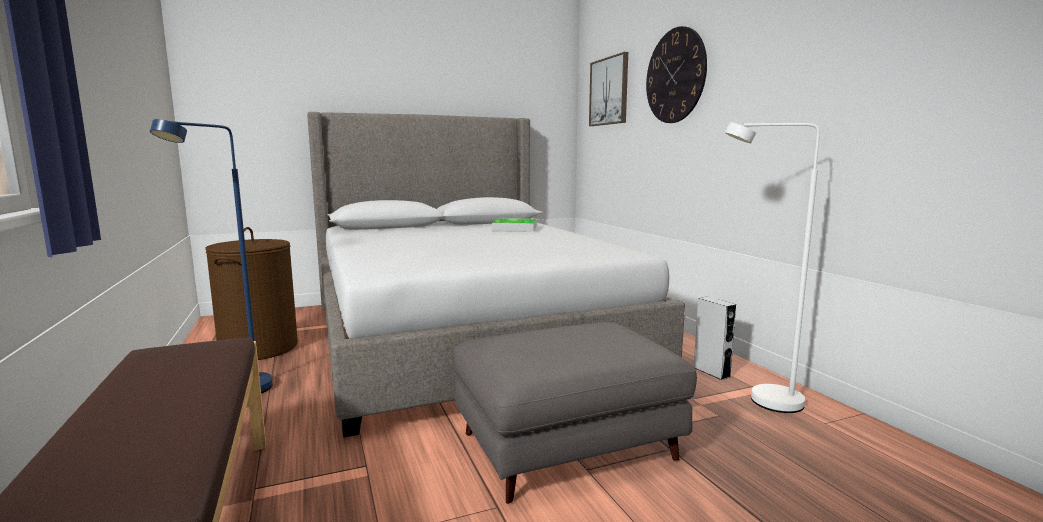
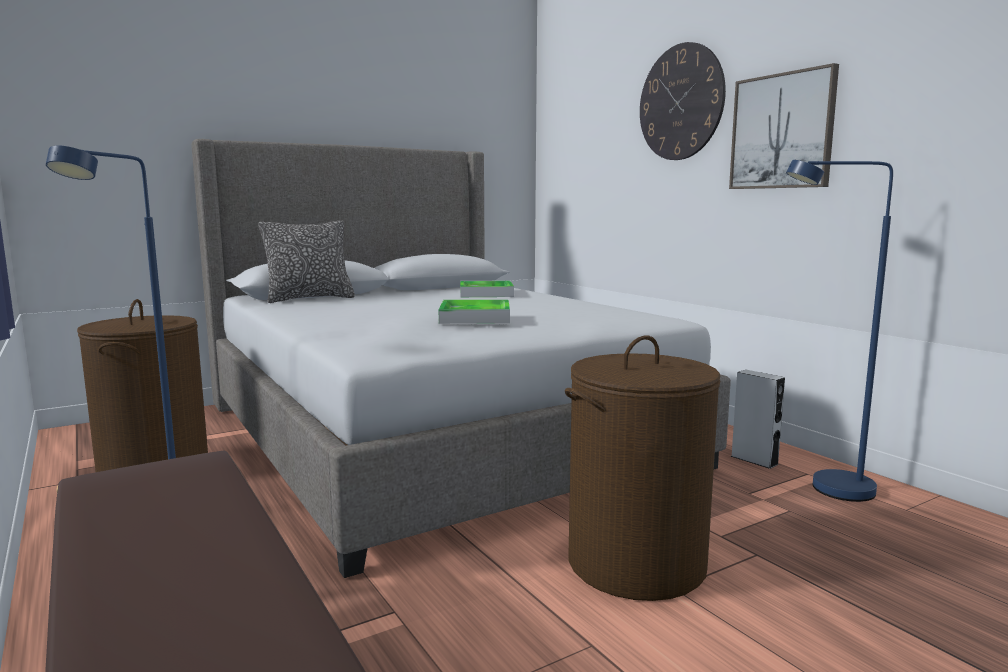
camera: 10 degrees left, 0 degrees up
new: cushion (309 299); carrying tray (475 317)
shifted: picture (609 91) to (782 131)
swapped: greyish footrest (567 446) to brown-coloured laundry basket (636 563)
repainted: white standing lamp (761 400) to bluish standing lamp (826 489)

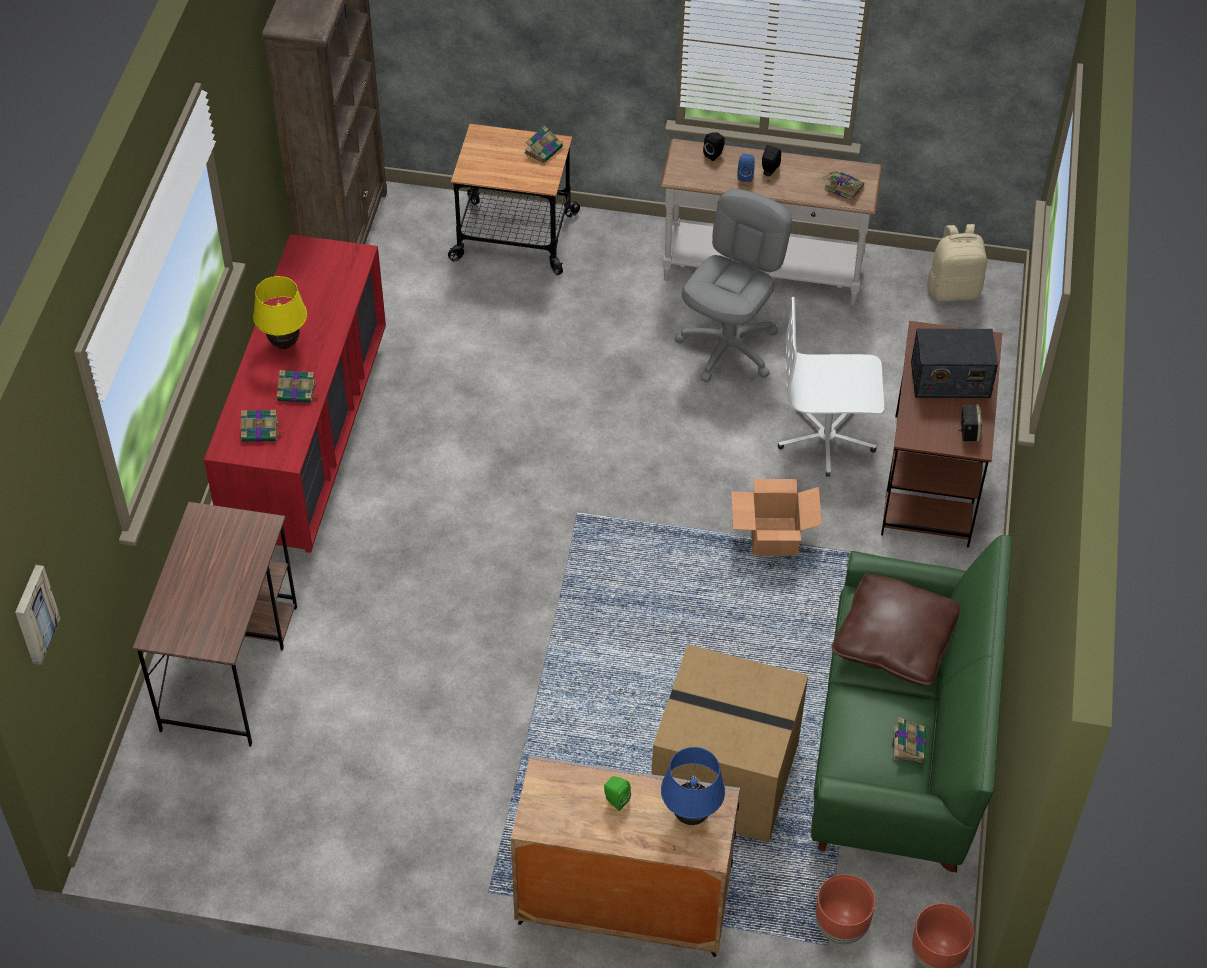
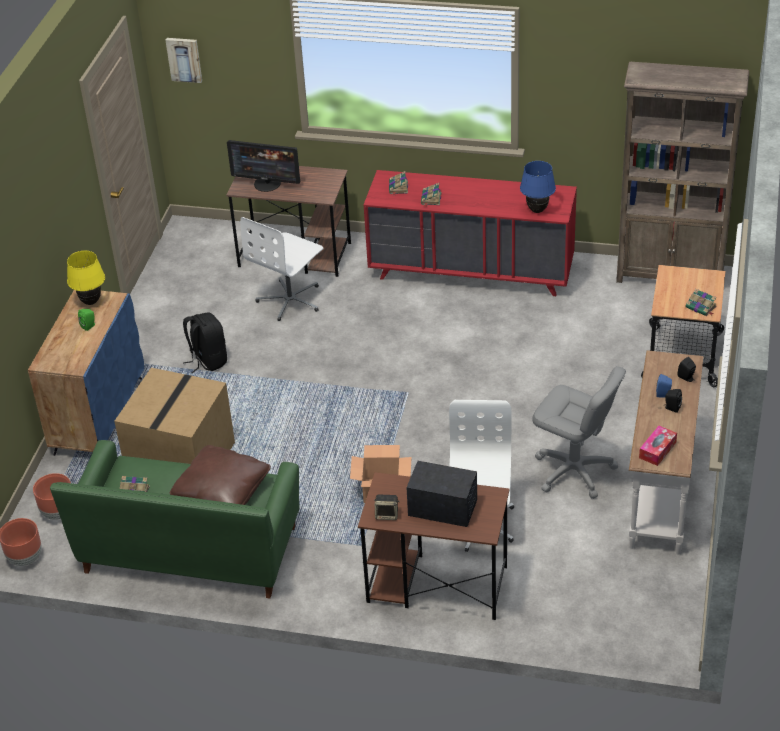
camera: 95 degrees right, 10 degrees down
gone: sand-coloured rucksack (954 290)
new: black-coloured rucksack (207 360); computer screen (267 184); white office chair (290 300)
shifted: yellowish tabletop lamp (285 344) to (91 302); bluish tabletop lamp (691 815) to (537 210)
swapped: volume (843 187) to tissue holder (657 450)
repainted: greyish cupboard (621 904) to bluish cupboard (98 415)
rotated: radio receiver (949 379) = (443 507) 105 degrees clockwise

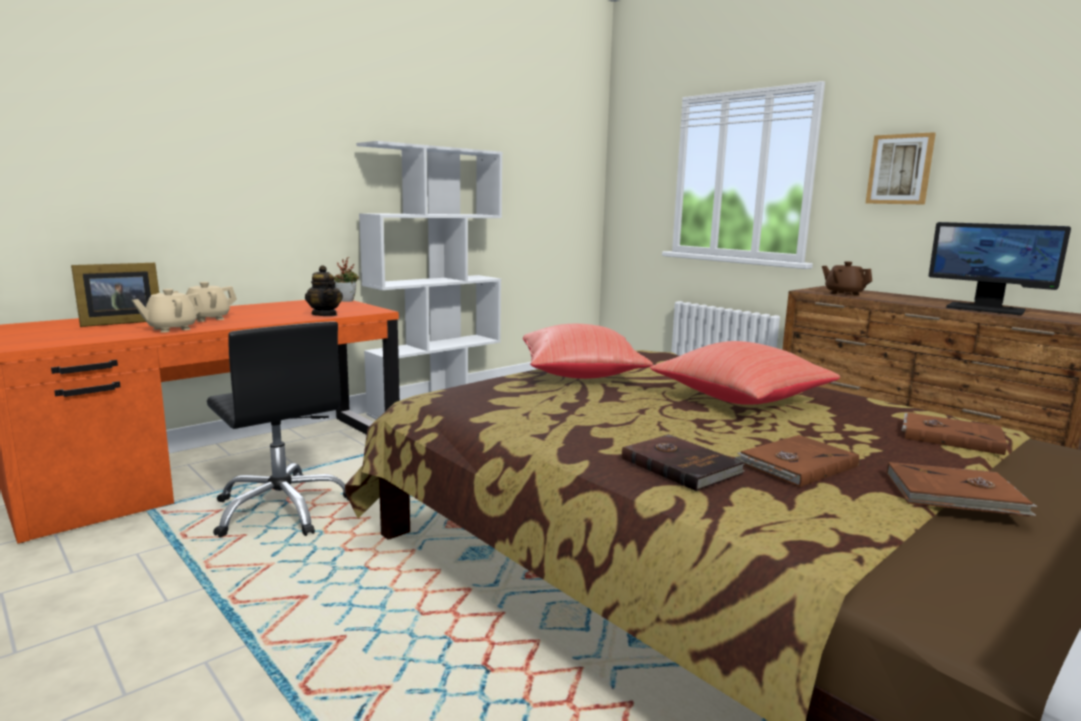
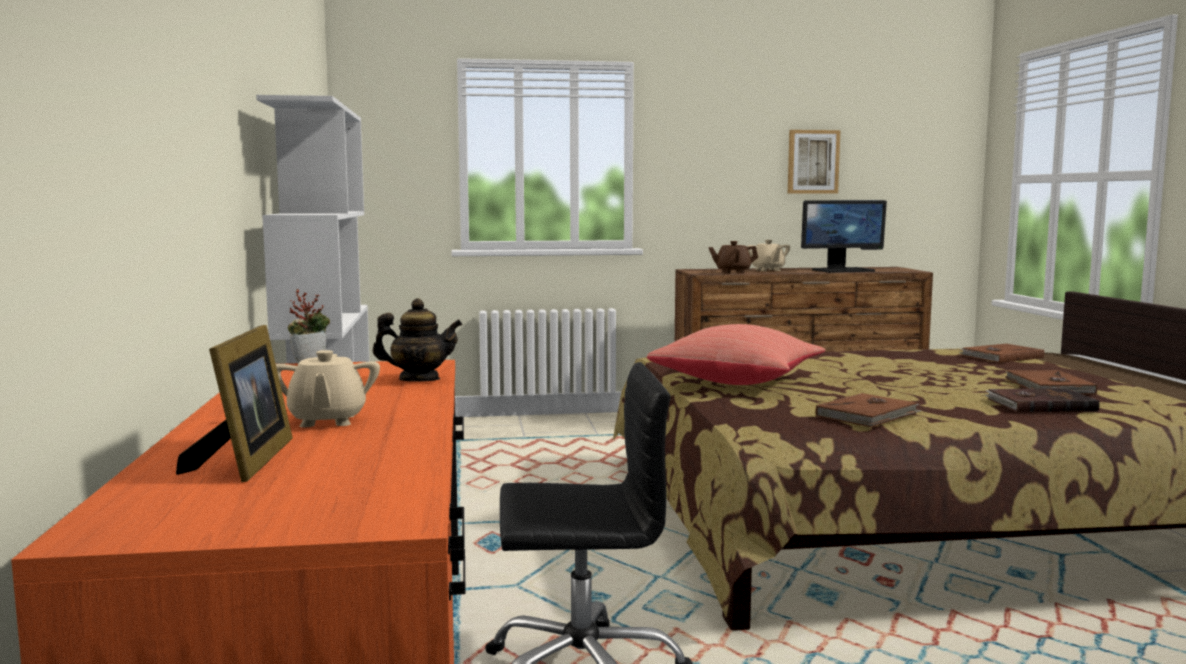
camera: 55 degrees left, 5 degrees down
gone: red cushion (743 400)
shifted: sand-coloured teapot (171 329) to (767 270); picture (900 169) to (813 162); brown-coloured volume (955 495) to (868 415)

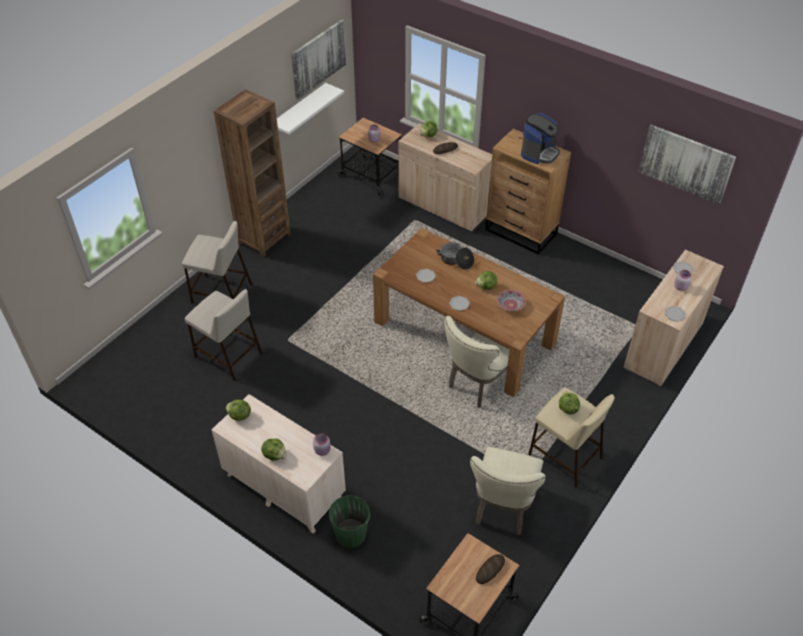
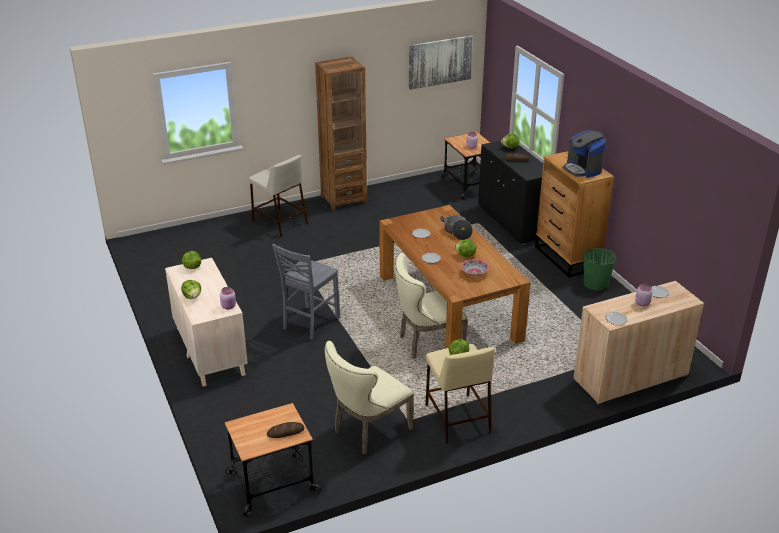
camera: 30 degrees right, 15 degrees down
gone: sand-coloured stool seat (227 355); white bracket shelf (299 110); picture (685 163)
new: greyish chair (309 323)
shifted: green pail (351 534) to (596 283)
repainted: sand-coloured cupboard (443 206) to black-coloured cupboard (512 221)
rotated: coffee maker (539 153) = (582 169) 90 degrees clockwise

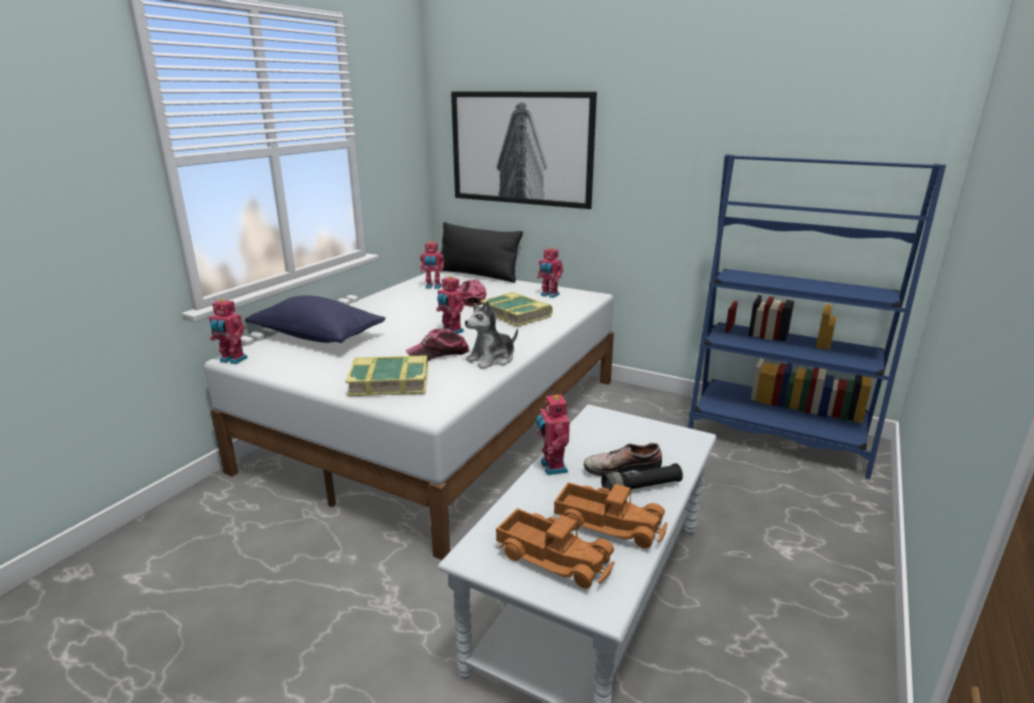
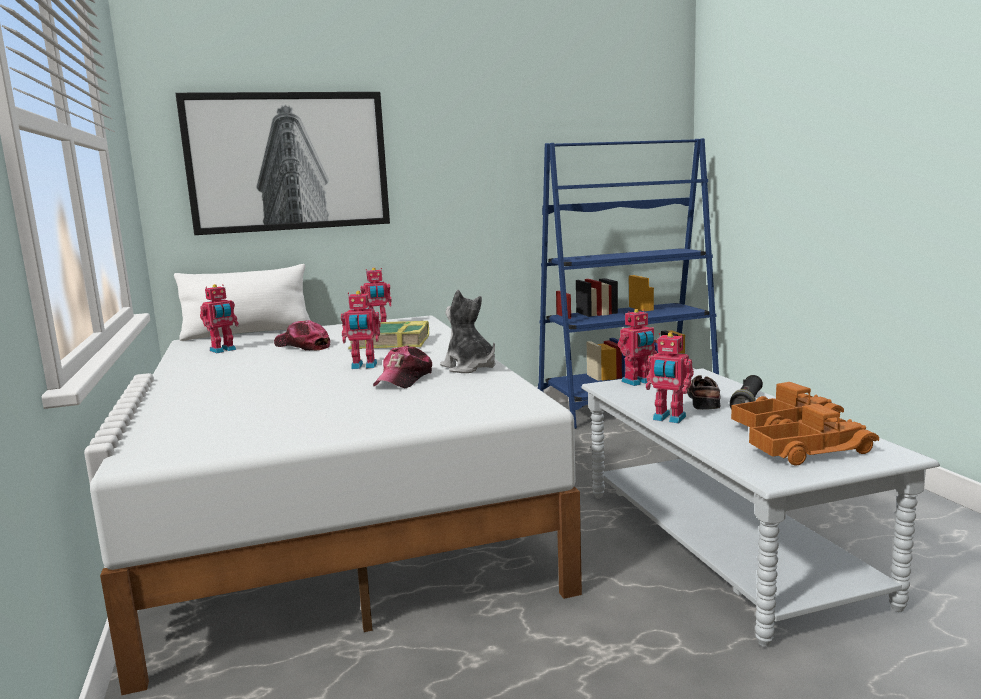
camera: 45 degrees left, 10 degrees down
gone: bluish cushion (317 337); volume (389 382)
shifted: toy robot (232 360) to (637 382)
repainted: black-coloured cushion (477 275) to white cushion (248 333)
rotated: plush toy (492 359) = (469 367) 135 degrees clockwise; shoe (621 467) = (705 401) 150 degrees clockwise

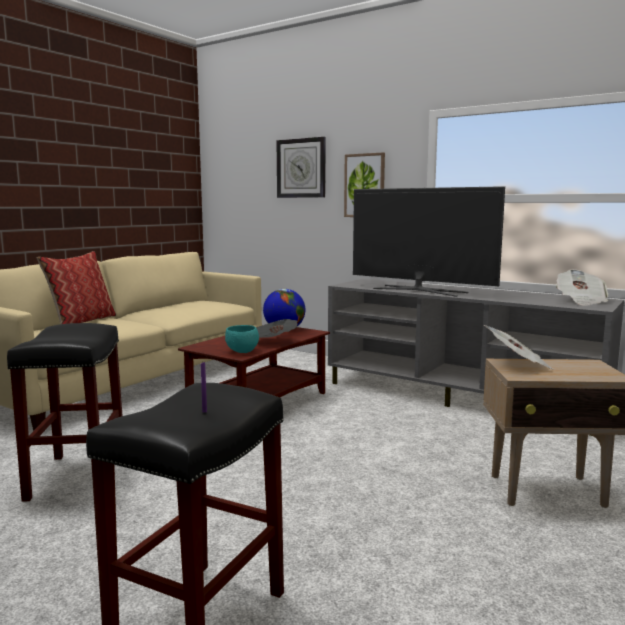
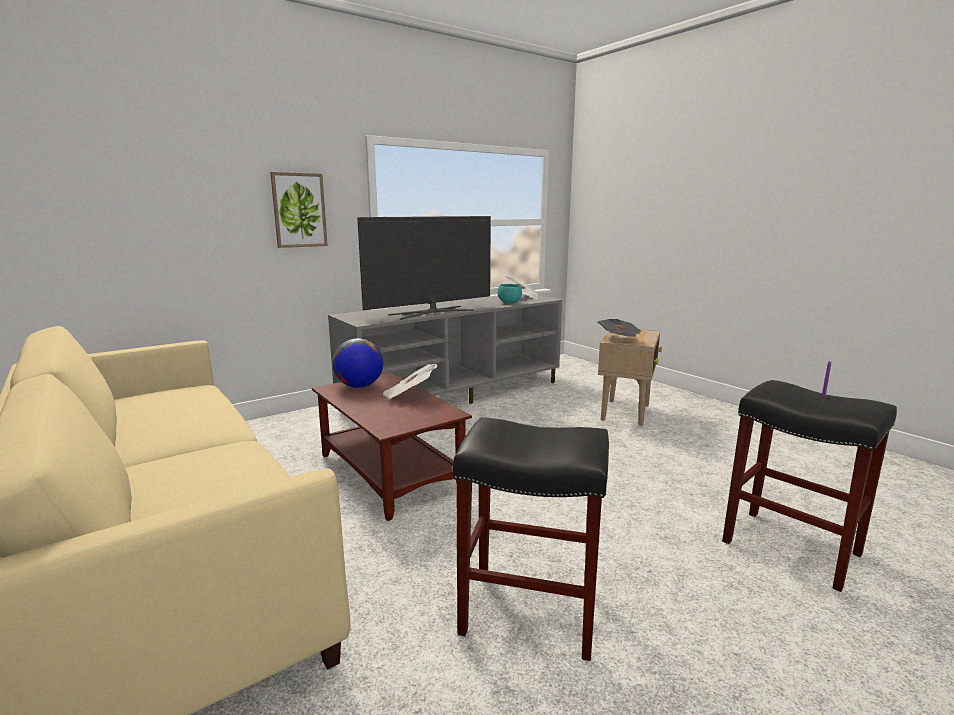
camera: 70 degrees left, 5 degrees up
gone: cushion (81 321); hanging clock (301 168)
shifted: turquoise deep dish (243 351) to (510 303)

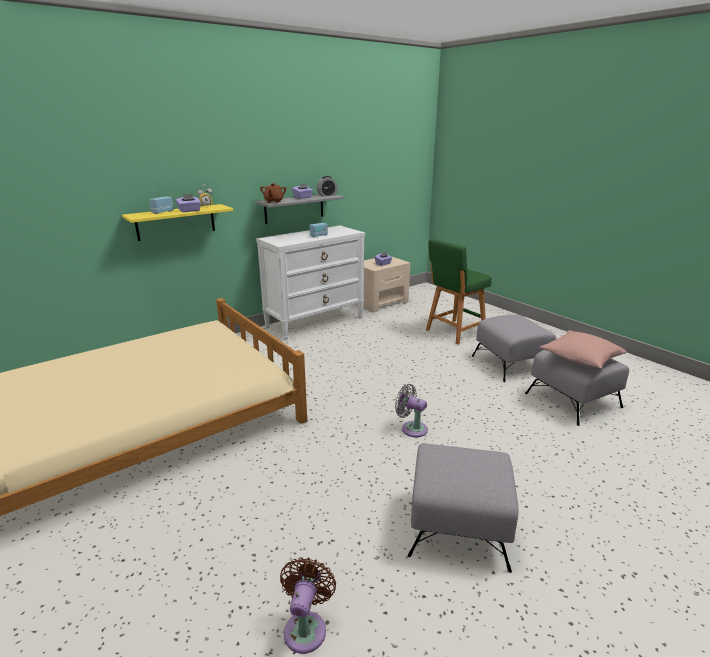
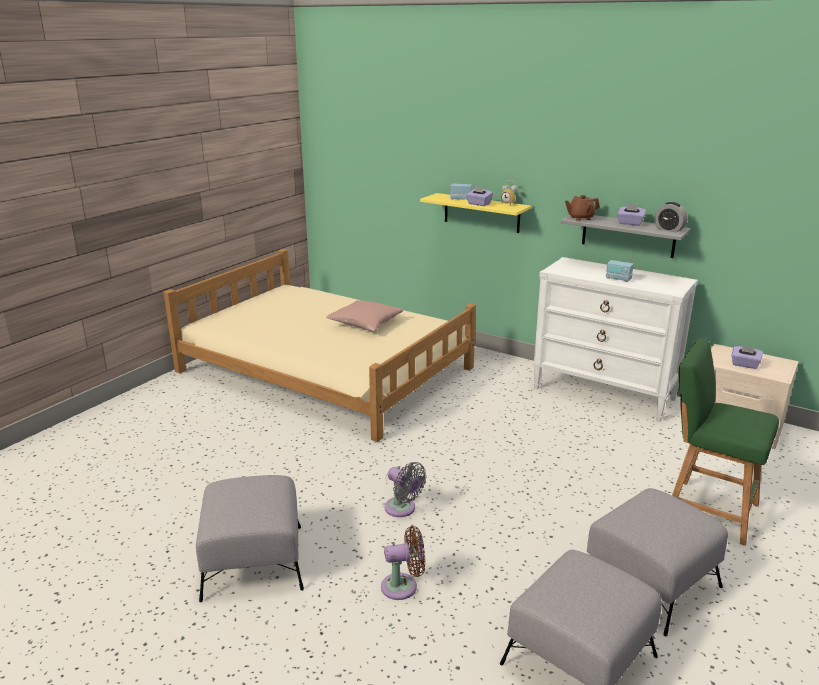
camera: 70 degrees right, 0 degrees up
shifted: brown-coloured fan (306 627) to (403 586); pinkish cushion (580 358) to (365 324)
rotated: greyish fan (411 428) = (402 509) 120 degrees clockwise

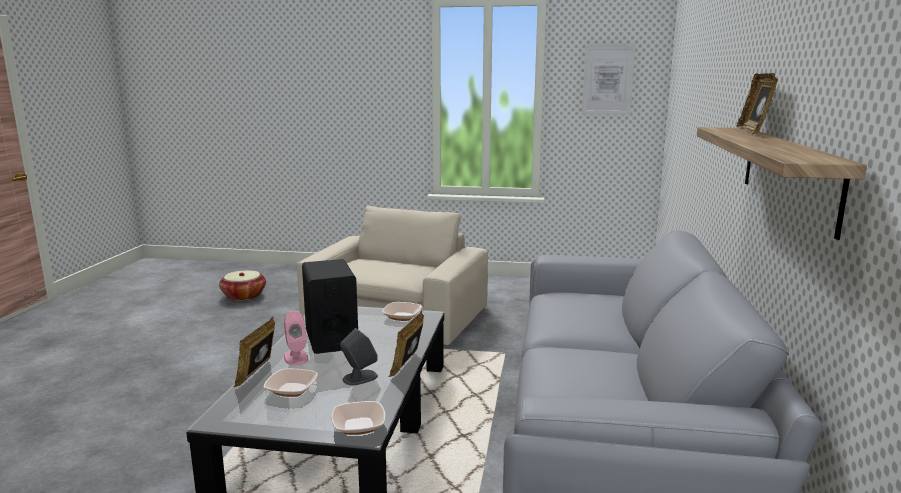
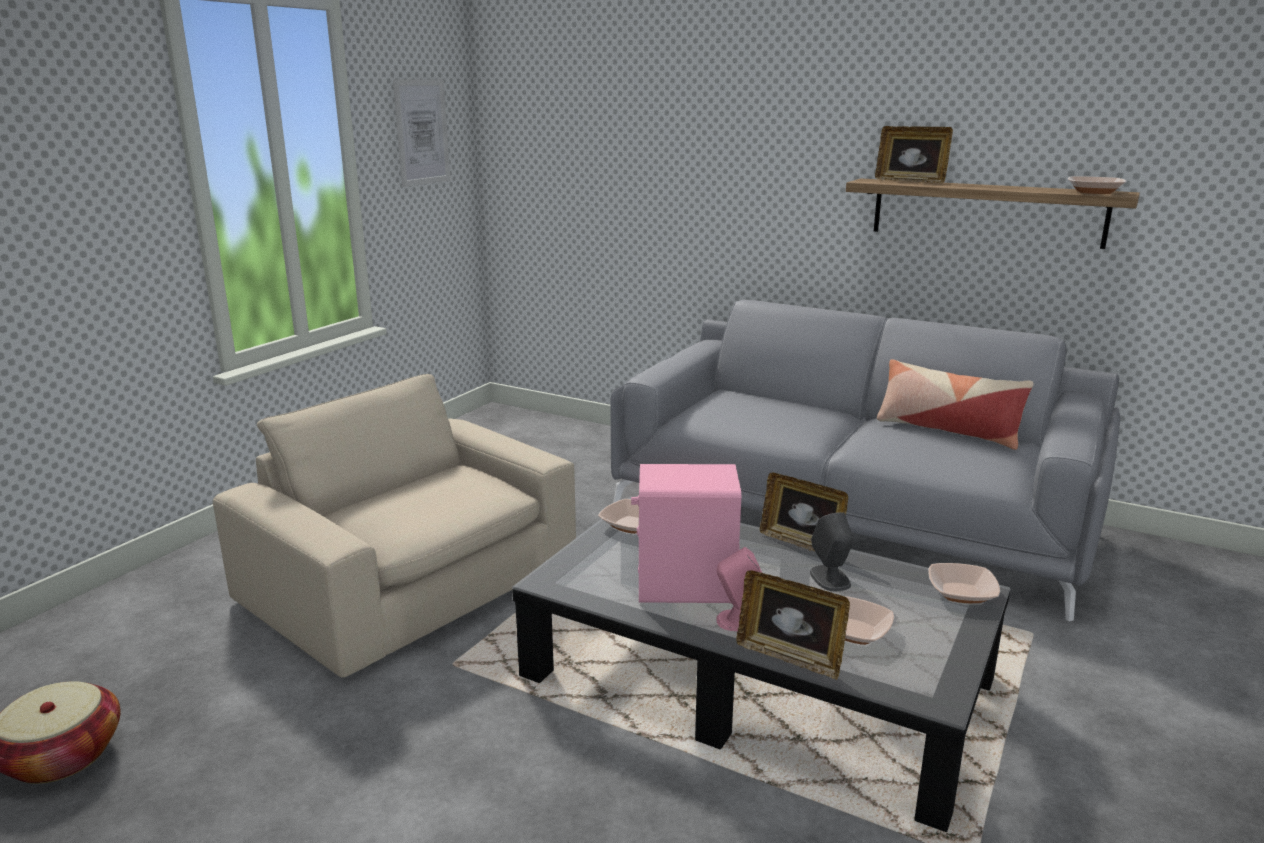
camera: 70 degrees left, 5 degrees up
new: cushion (947 430); deep dish (1094 192)
repainted: black-coloured audio speaker (331 339) to pinkish audio speaker (685 586)

